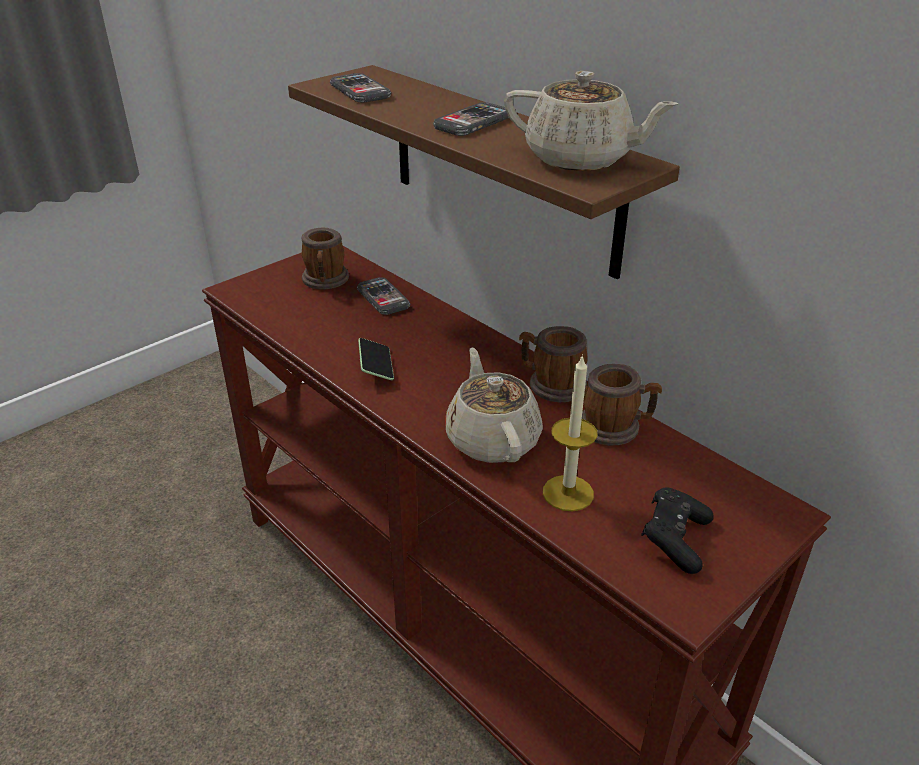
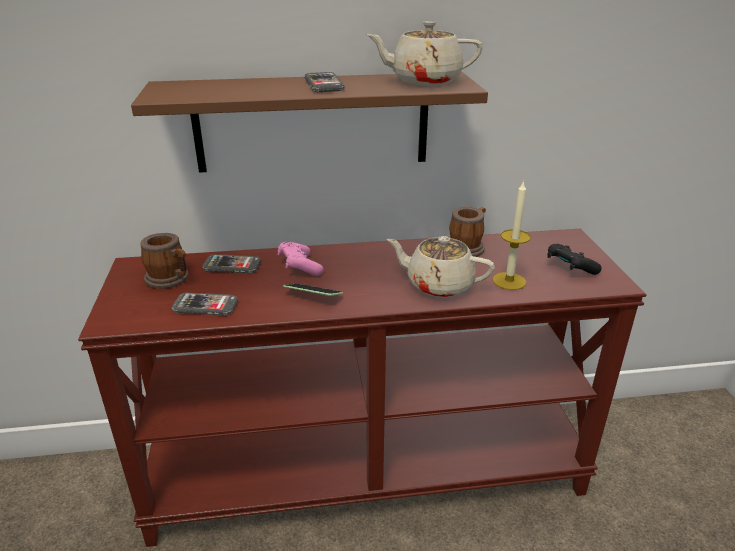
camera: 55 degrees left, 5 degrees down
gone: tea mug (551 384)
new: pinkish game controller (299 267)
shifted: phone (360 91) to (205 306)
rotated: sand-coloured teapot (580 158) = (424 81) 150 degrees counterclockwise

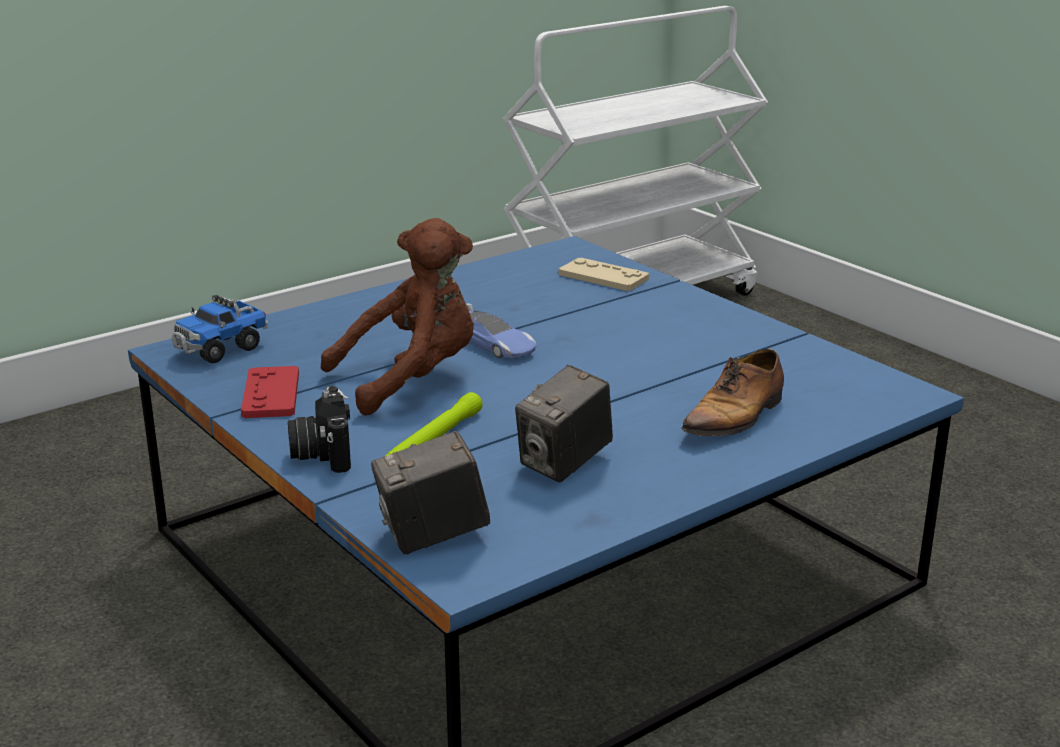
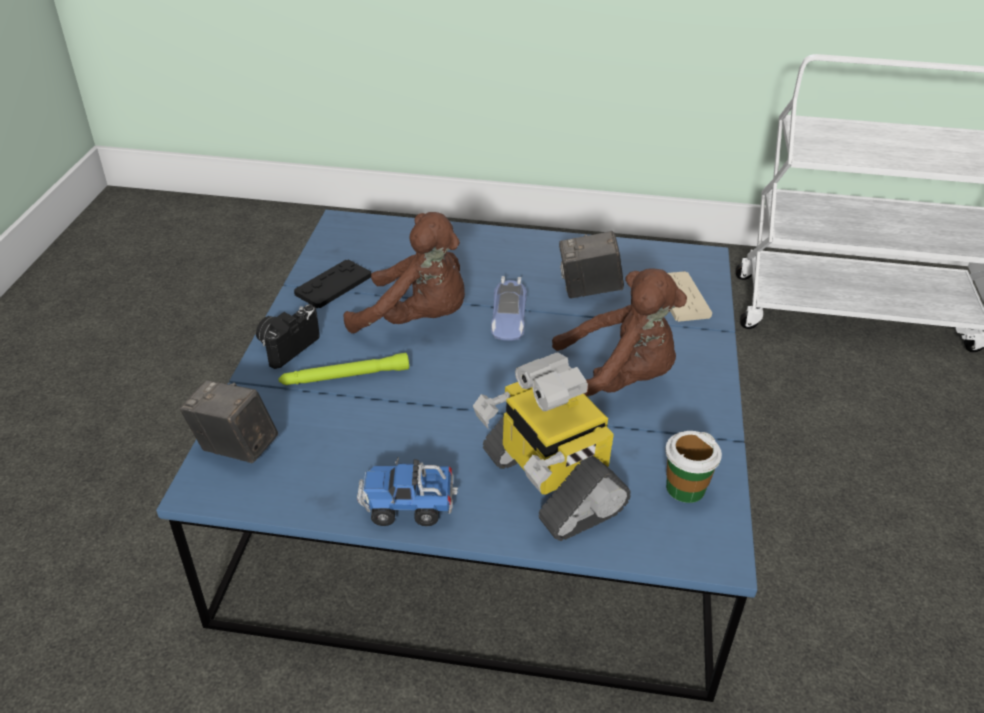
camera: 45 degrees right, 15 degrees up
new: brown-coloured plush toy (615 381); drinking cup (685 488)
shifted: toy truck (221 349) to (408 506); photo camera (564 464) to (589 290)
swapped: shoe (735 417) to toy robot (549 482)
repainted: red game controller (271 394) to black-coloured game controller (333 285)

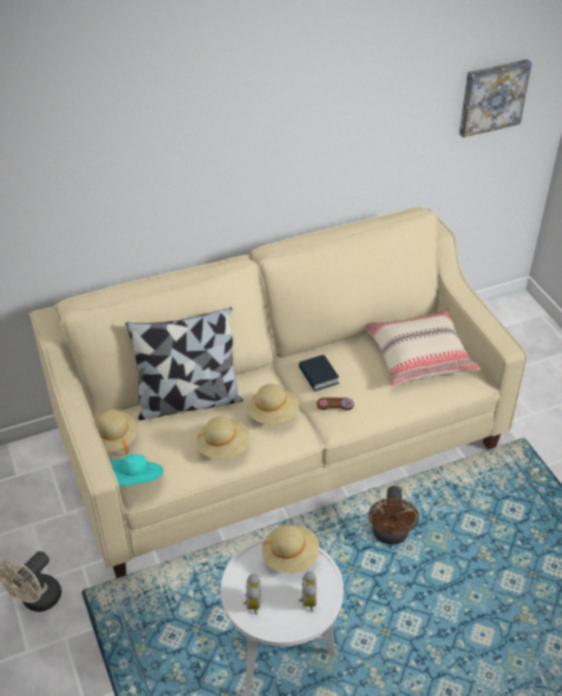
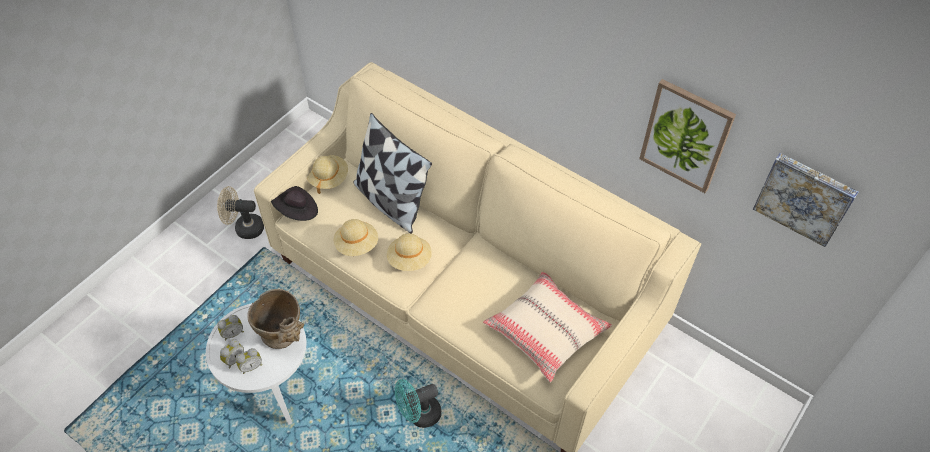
camera: 60 degrees right, 10 degrees up
gone: volume (318 376); brown-coloured game controller (335 404)
new: bedside clock (234 359); picture (686 136)
swapped: sand-coloured wearable hat (290 557) to sand-coloured vase (284 337)
repainted: turquoise wearable hat (136 480) to black-coloured wearable hat (297 211); brown-coloured fan (390 535) to turquoise fan (419 415)

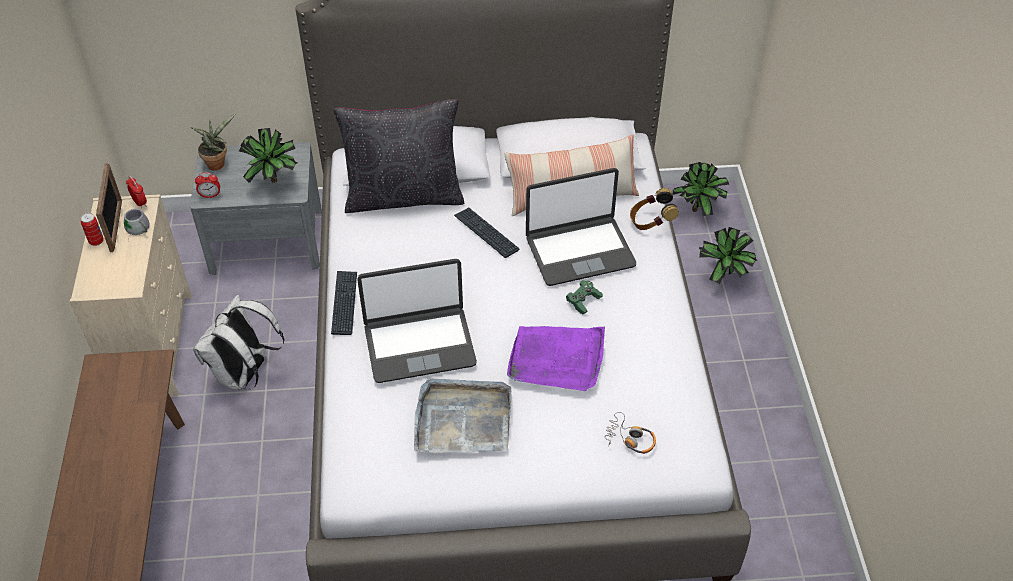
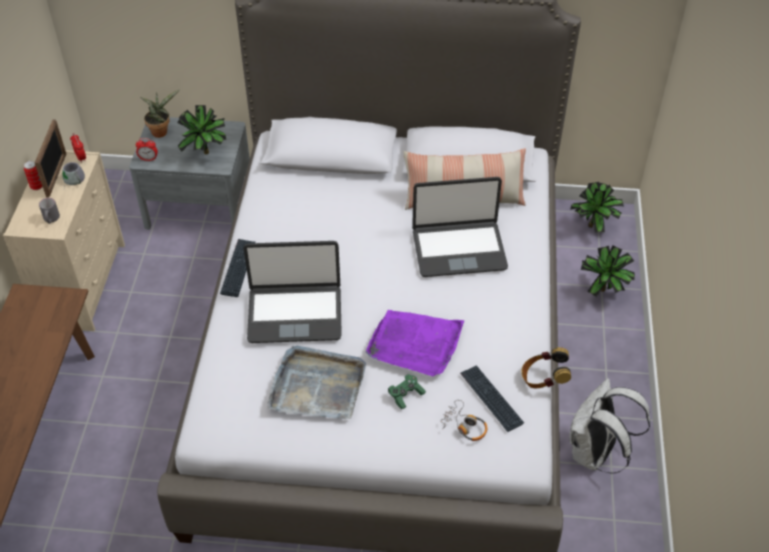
camera: 10 degrees right, 0 degrees up
gone: black-coloured cushion (404 196)
new: greyish tea mug (51 220)
shifted: white rucksack (245 375) to (595 454); computer keyboard (486 233) to (491 399); green game controller (583 301) to (405 395); headphones (651 222) to (543 379)

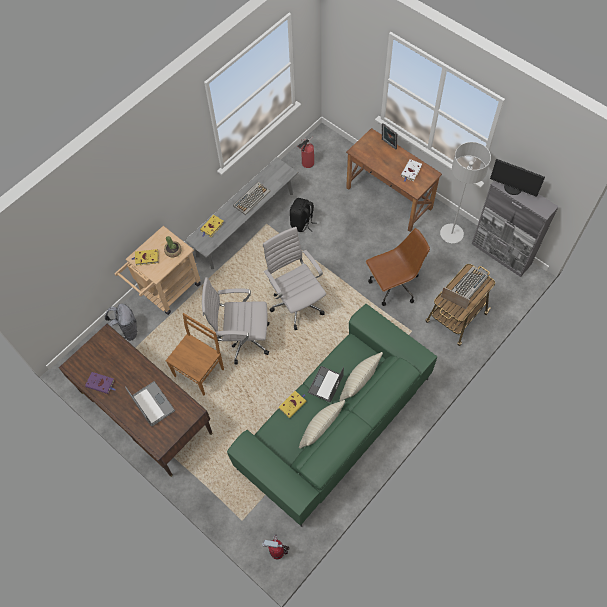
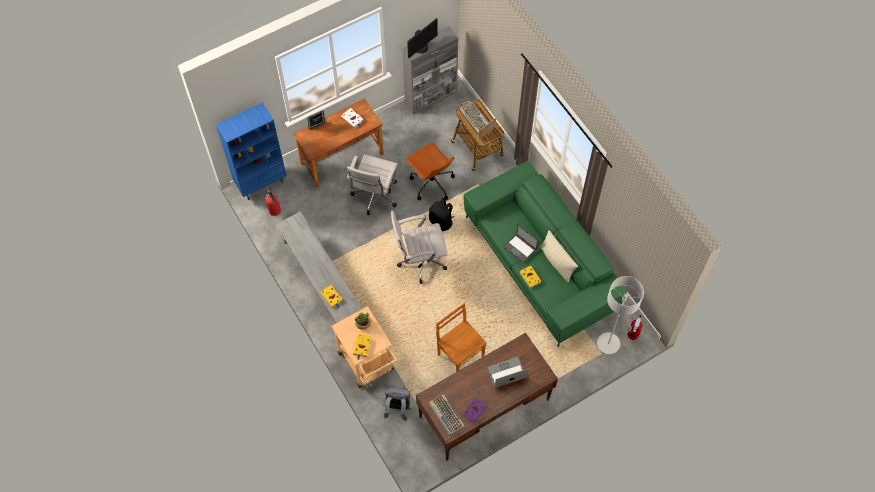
camera: 75 degrees left, 0 degrees up
gone: sand-coloured cushion (359 382)
new: bluish shelving unit (261 183)
shifted: white office chair (242 339) to (374 196); computer keyboard (251 198) to (446 414); black-coloured rucksack (302 223) to (441 222); greyish standing lamp (451 234) to (608 343)
rotated: brown-coloured office chair (393 286) = (431 183) 150 degrees clockwise

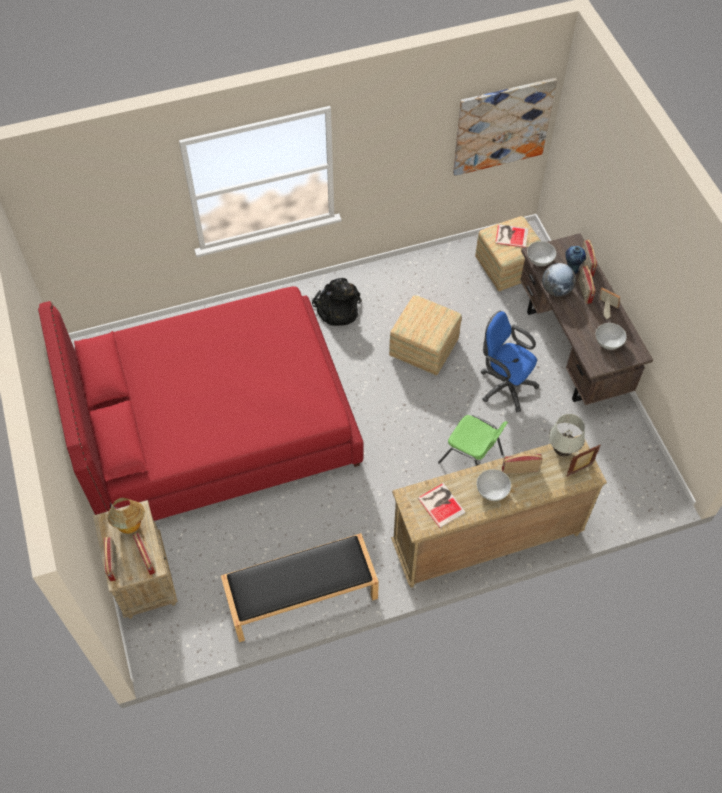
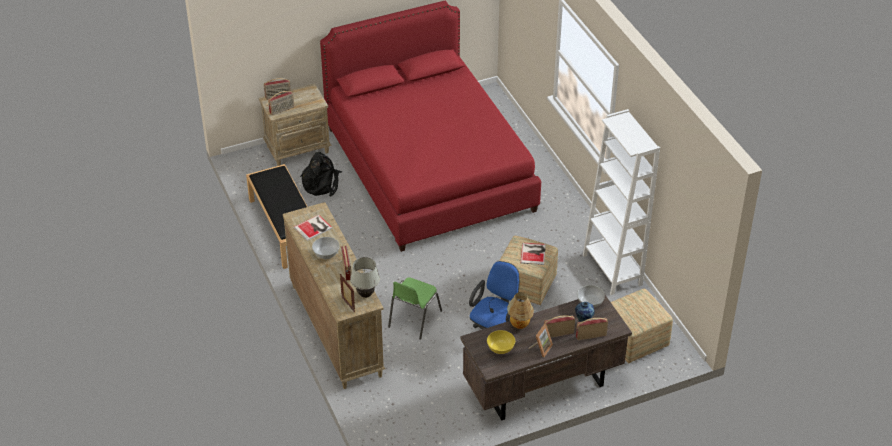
camera: 85 degrees right, 15 degrees down
gone: picture (502 126); world globe (556 290)
new: white shelving unit (612 270)
shifted: tabletop lamp (131 526) to (519 326); black-coloured rucksack (337 310) to (322 184); volume (510 235) to (534 253)
repainted: white deep dish (608 343) to yellowish deep dish (500 349)

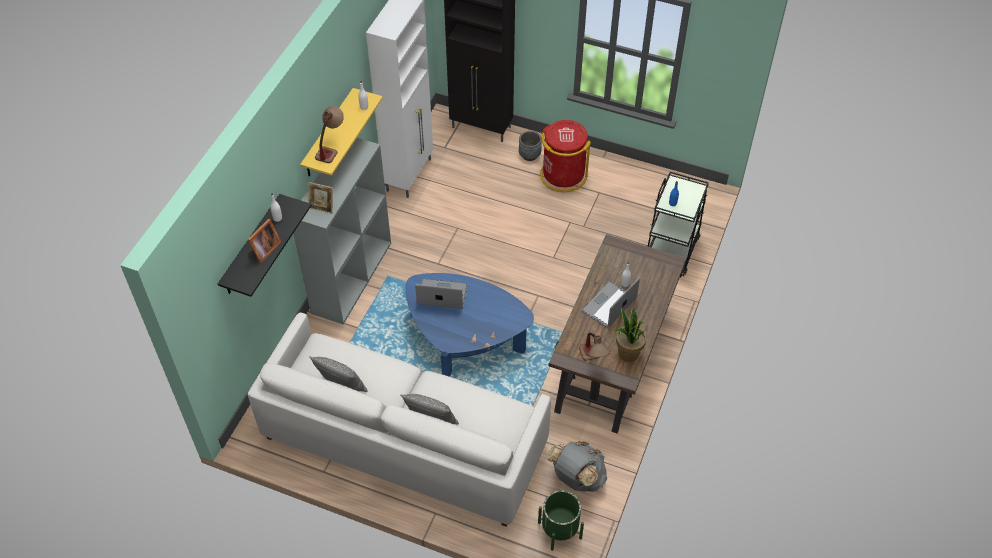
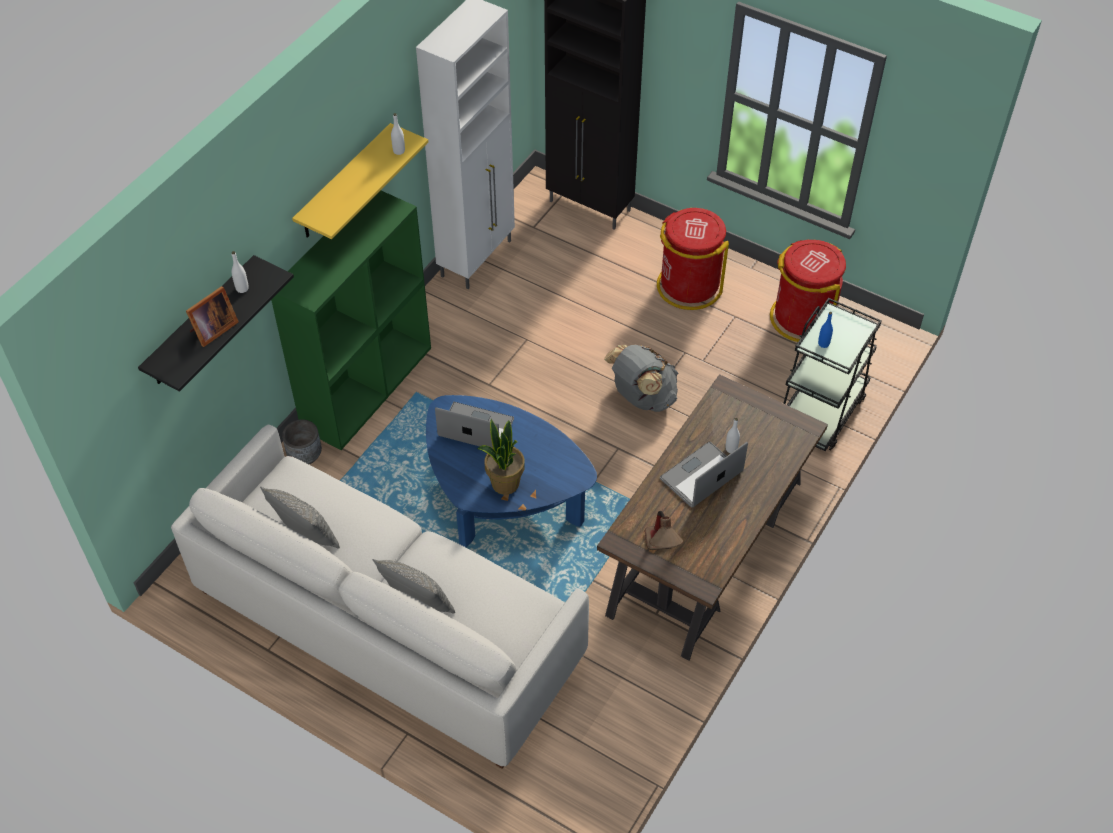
camera: 10 degrees right, 0 degrees up
gone: photo frame (322 207); tabletop lamp (331 148); green planter (559 530)
new: red rubbish bin (802 318)
shifted: greyish planter (529 155) to (305 455); greyish rucksack (577 478) to (642 397); houseplant (628 353) to (504 483)
repainted: greyish shelving unit (351 276) to green shelving unit (367 386)

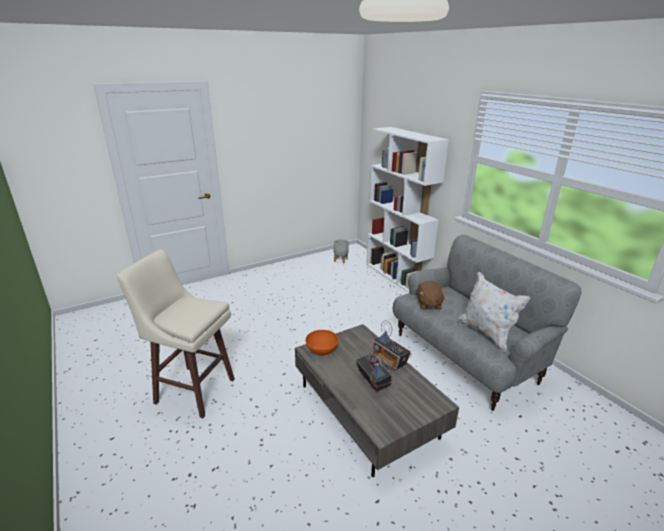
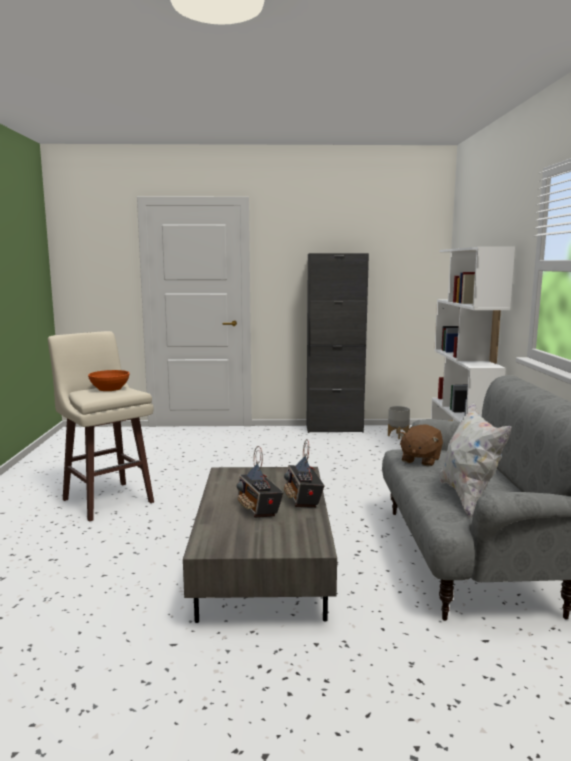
camera: 30 degrees right, 15 degrees down
new: black-coloured cupboard (334 429)
shifted: orangey deep dish (322 349) to (110 388)
rotated: radio receiver (373 381) = (258 509) 150 degrees clockwise

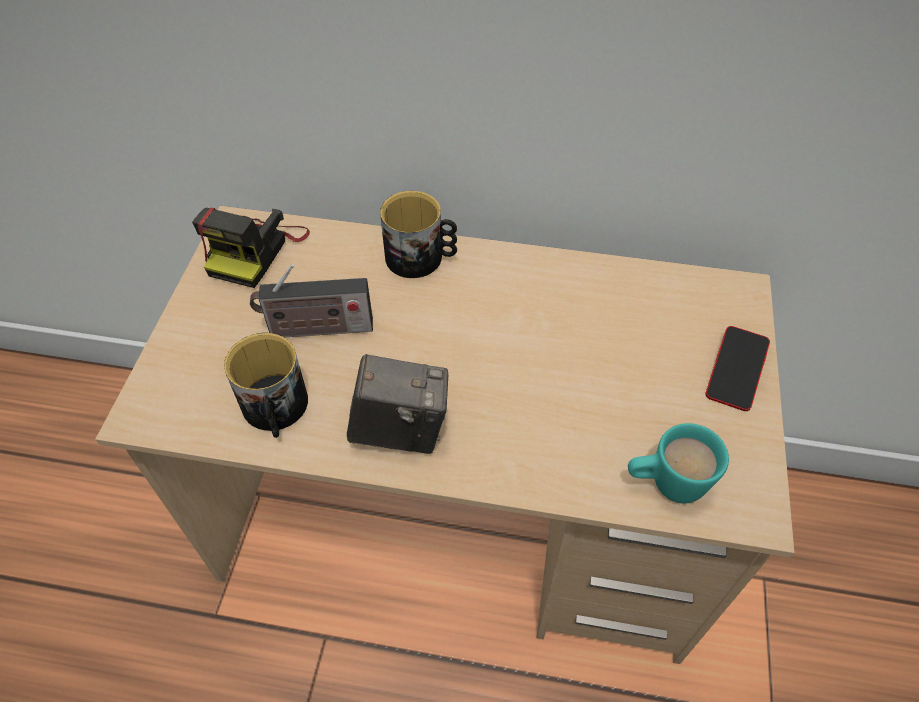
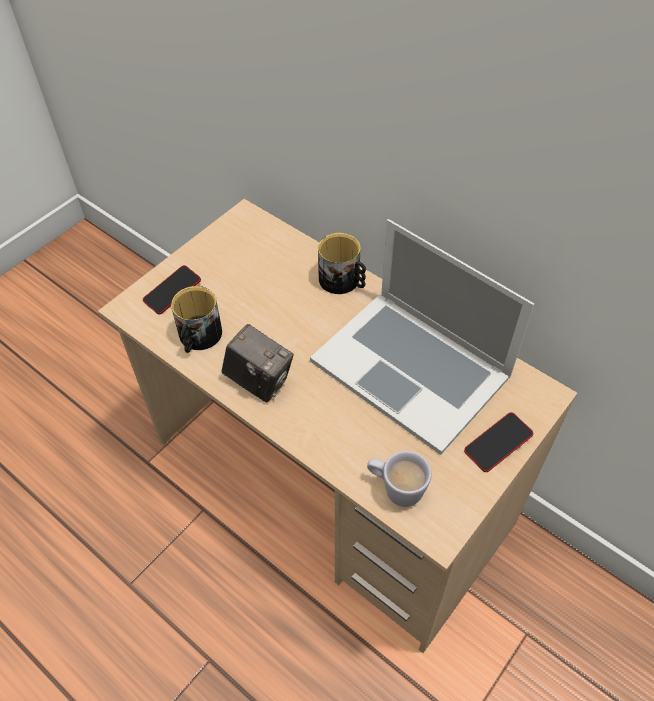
camera: 30 degrees right, 0 degrees up
gone: photo camera (256 250); radio receiver (316 329)
new: phone (172 292); notebook computer (411 367)
repainted: turquoise tea mug (666 483) to white tea mug (395 488)

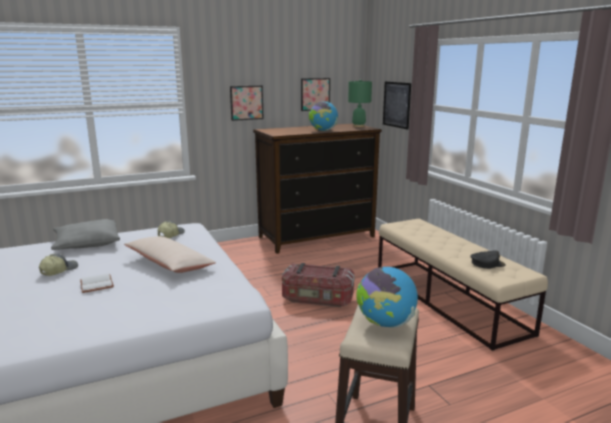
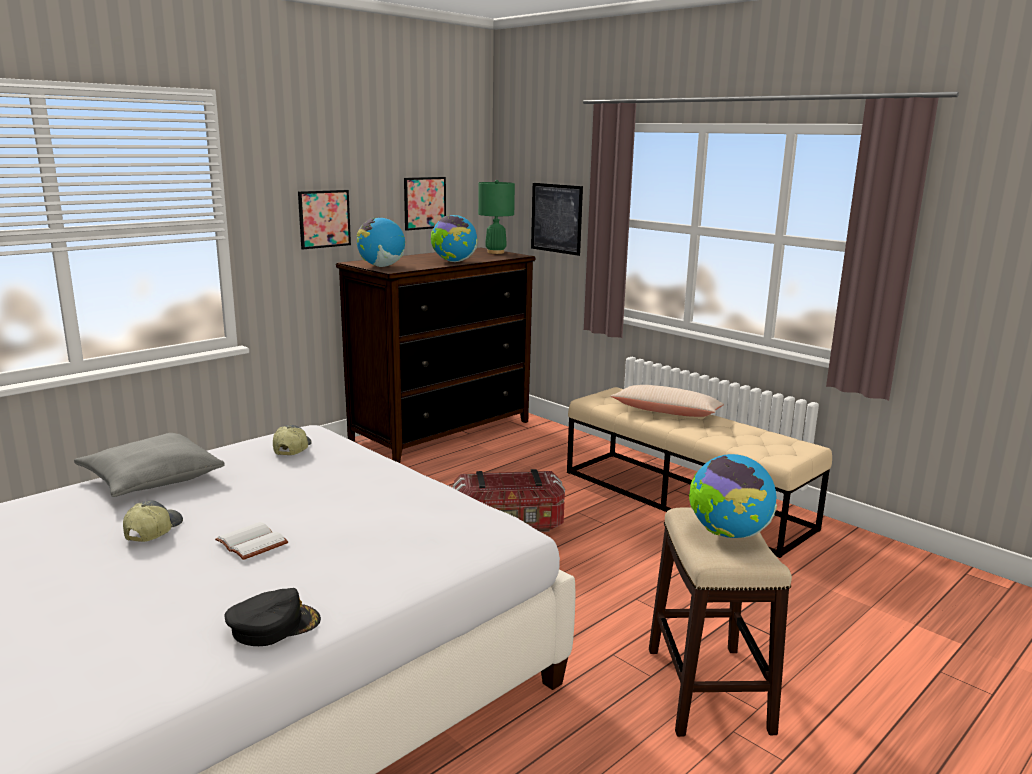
camera: 20 degrees left, 0 degrees up
new: world globe (381 266)
shifted: sand-coloured cushion (169 264) to (666 412); black-coloured cap (487 263) to (274 625)

